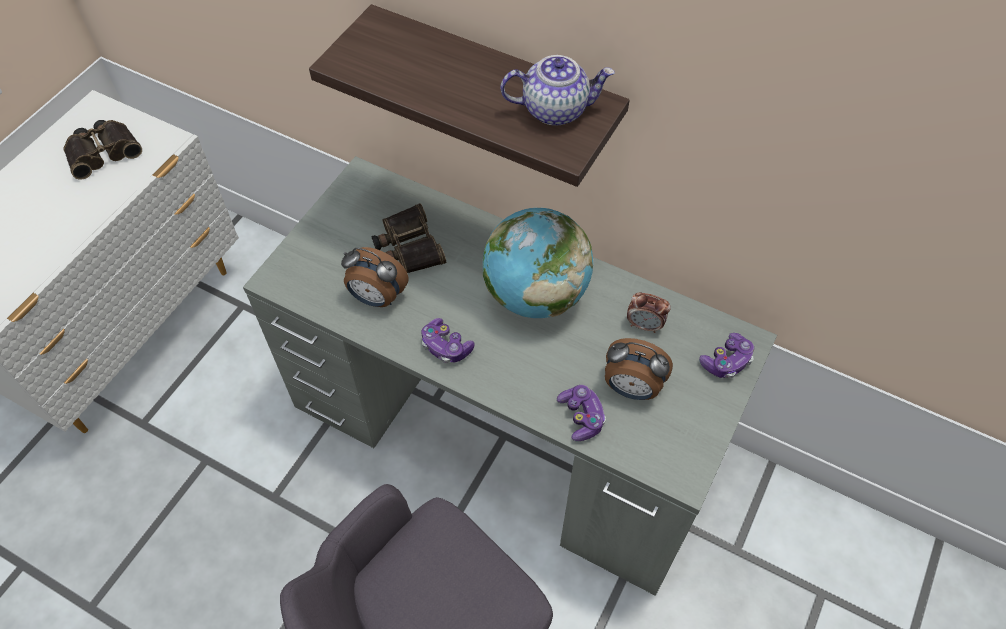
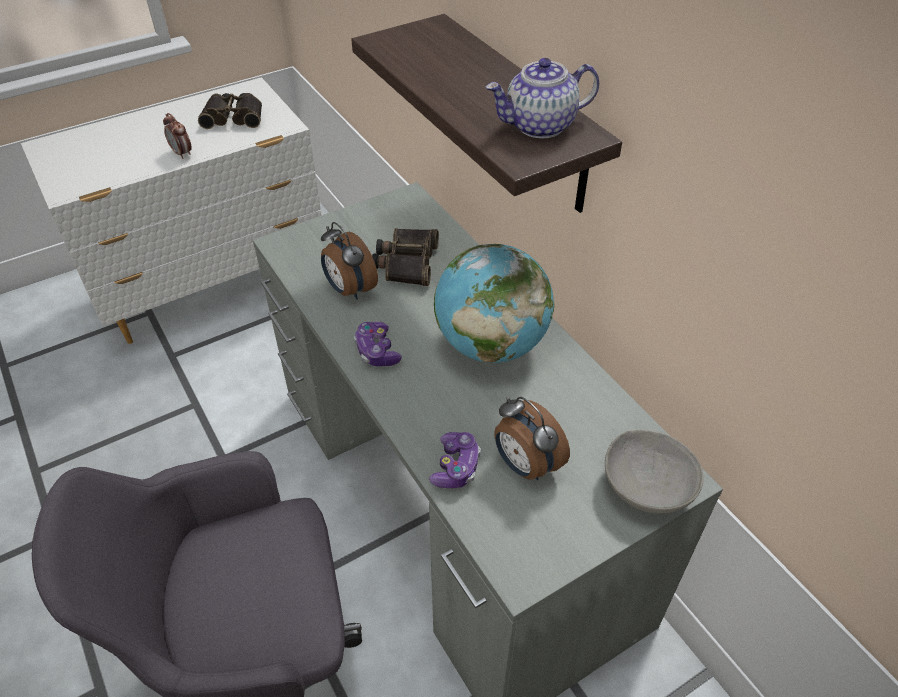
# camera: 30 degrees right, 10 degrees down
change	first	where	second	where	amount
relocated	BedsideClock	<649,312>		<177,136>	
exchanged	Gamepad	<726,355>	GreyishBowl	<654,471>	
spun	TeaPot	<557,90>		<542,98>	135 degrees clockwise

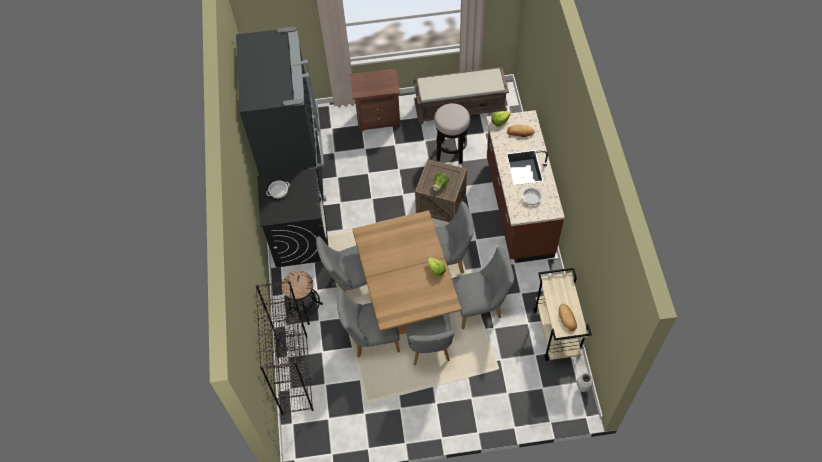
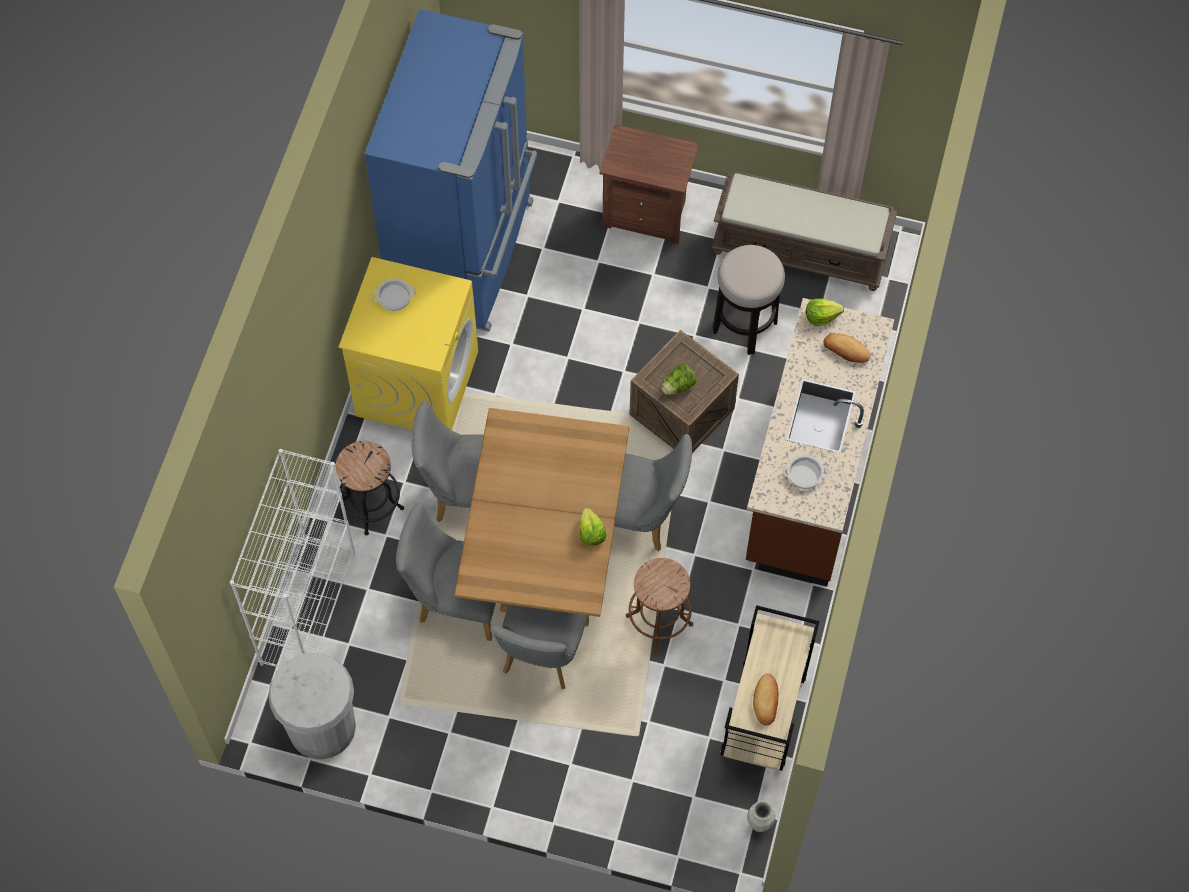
# camera: 20 degrees right, 5 degrees up
change	first	where	second	where	amount
appeared			WhiteColouredWasteBin	<312,705>	
exchanged	GreyishUprightChair	<483,288>	BrownColouredStool	<659,605>	
colour	BlackishFridge	<281,113>	BlueFridge	<451,170>	
colour	BlackishBookcase	<284,348>	WhiteColouredBookcase	<292,558>	
colour	BlackishLaundryAppliance	<292,218>	YellowLaundryAppliance	<408,343>	

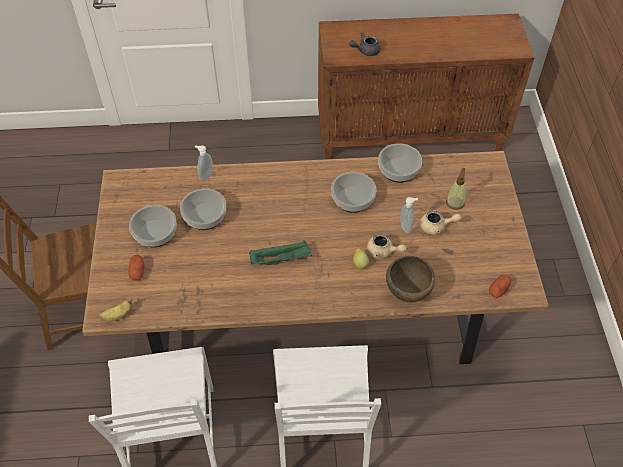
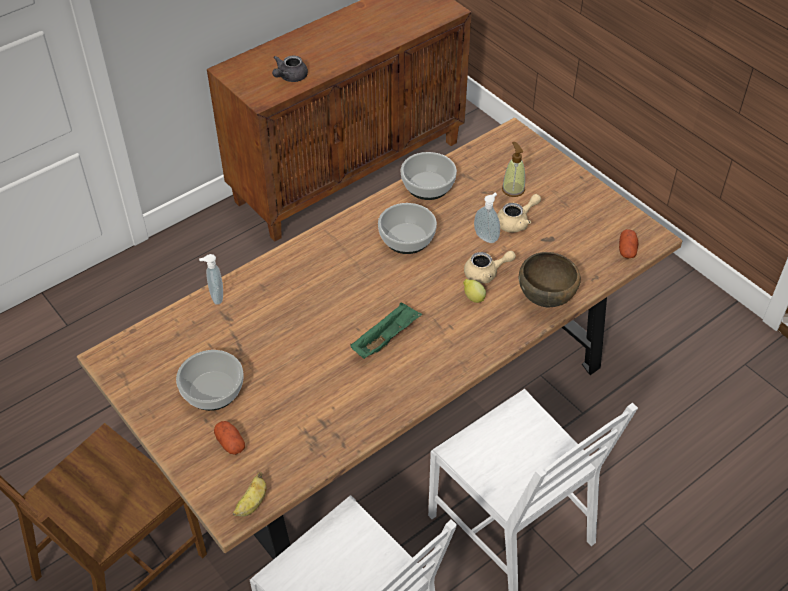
# camera: 35 degrees left, 5 degrees down
change	first	where	second	where	amount
missing	Bowl	<203,209>			

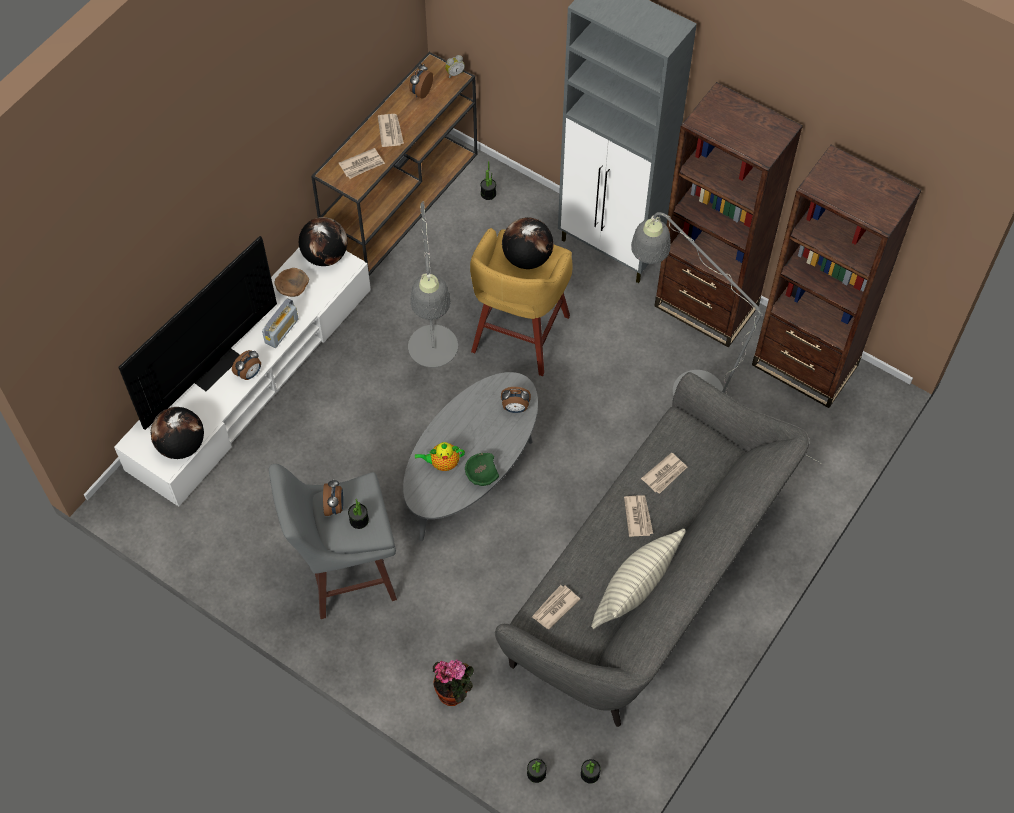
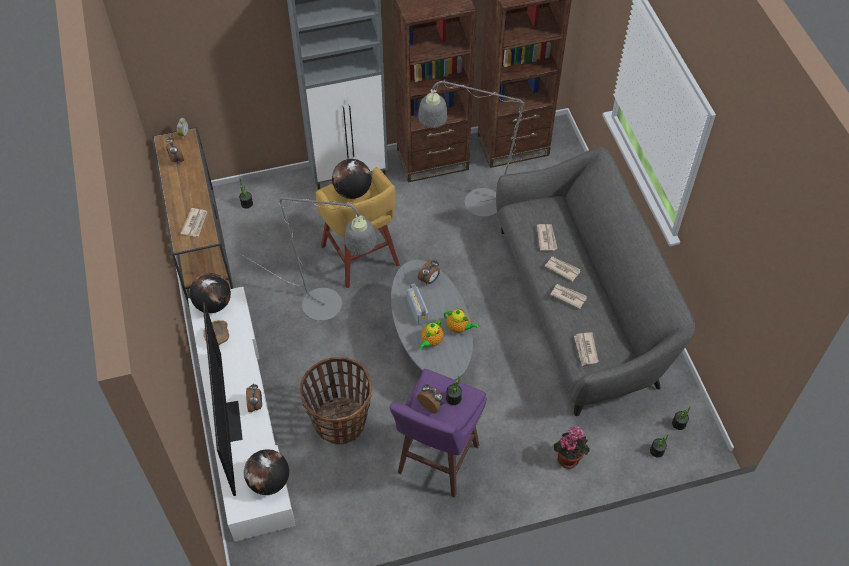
# camera: 50 degrees left, 5 degrees down
change	first	where	second	where	amount
missing	Pillow	<638,579>			
appeared			HouseholdBasket	<336,400>	
relocated	RadioSet	<280,323>		<417,304>	
relocated	PrintedPaper	<391,130>		<568,296>	
exchanged	GreenColouredBowl	<482,469>	TeaPot	<461,321>	
colour	GreyishStool	<333,541>	PurpleColouredStool	<438,433>	

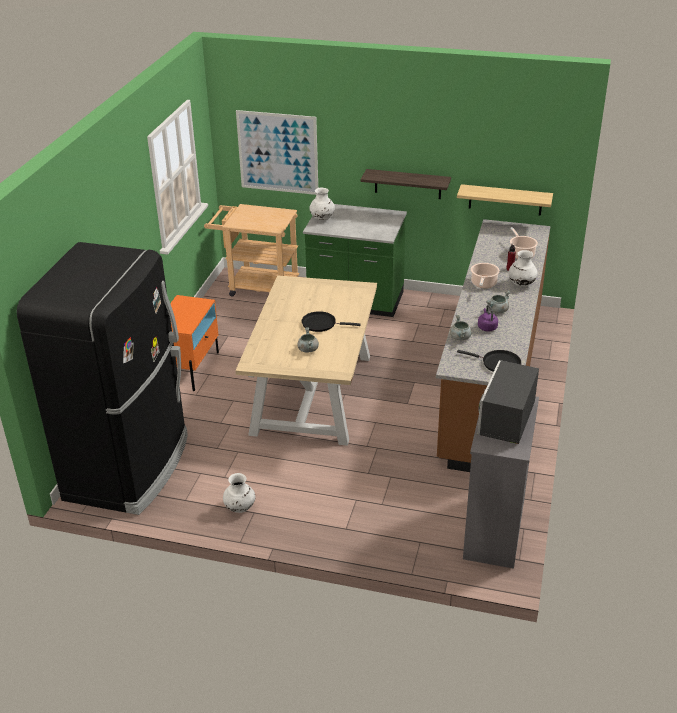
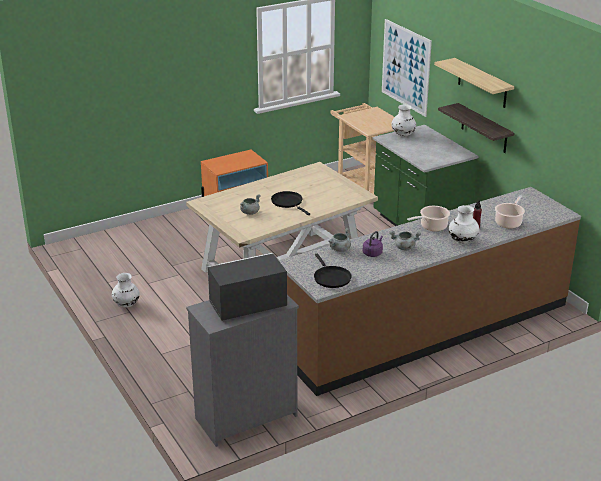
# camera: 45 degrees right, 5 degrees down
change	first	where	second	where	amount
missing	BlackishFridge	<102,378>			
relocated	WallShelf	<505,200>		<474,83>	

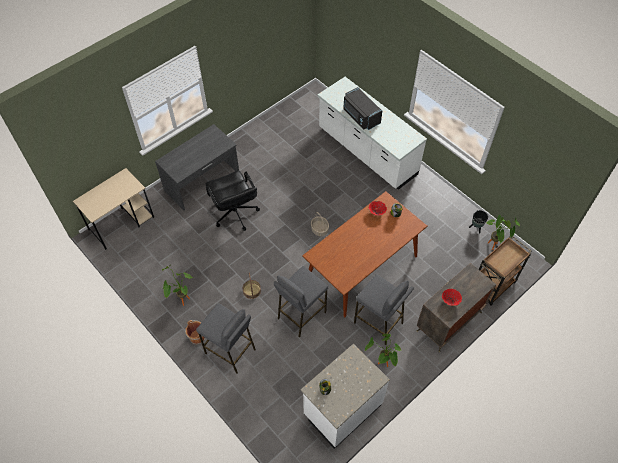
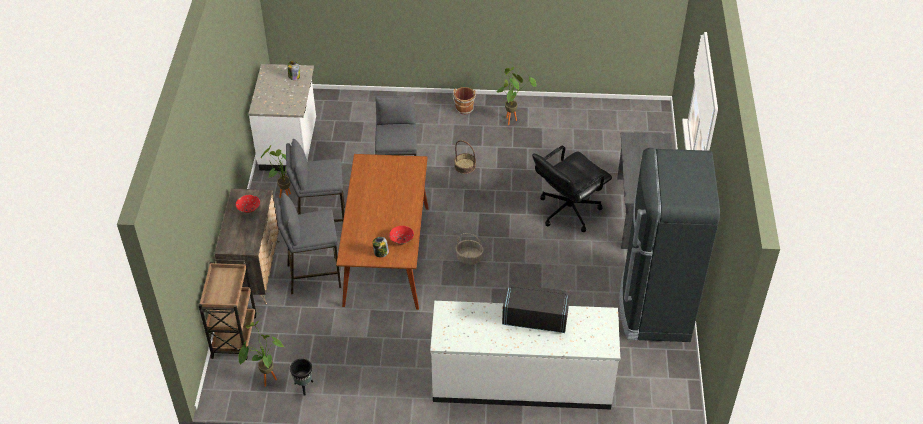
# camera: 135 degrees right, 10 degrees down
change	first	where	second	where	amount
missing	BeigeColouredDeskTable	<113,209>			
appeared			BlackishFridge	<669,245>	
relocated	GreyishStool	<226,338>		<308,243>	
spun	BlackishDeskChair	<233,201>		<572,189>	60 degrees counterclockwise

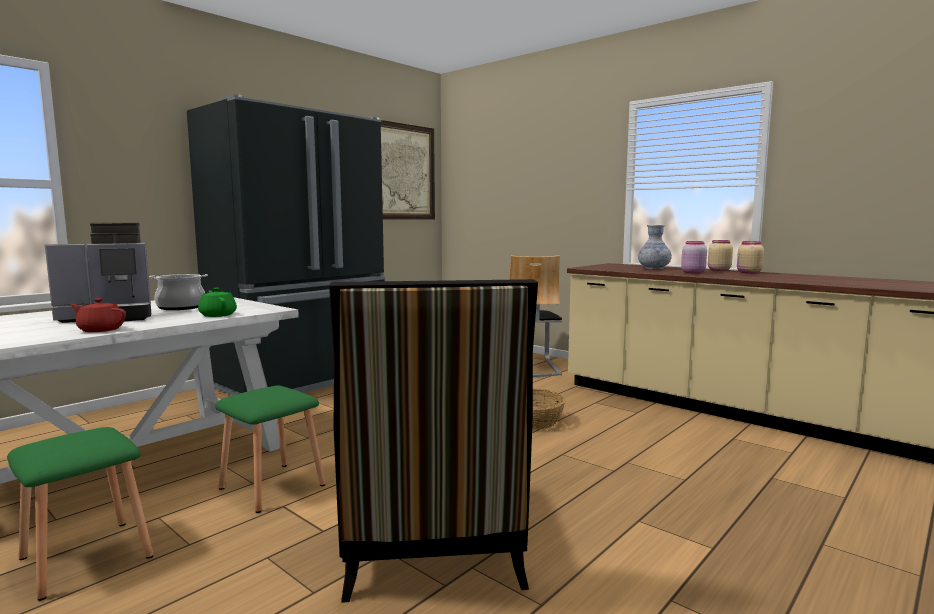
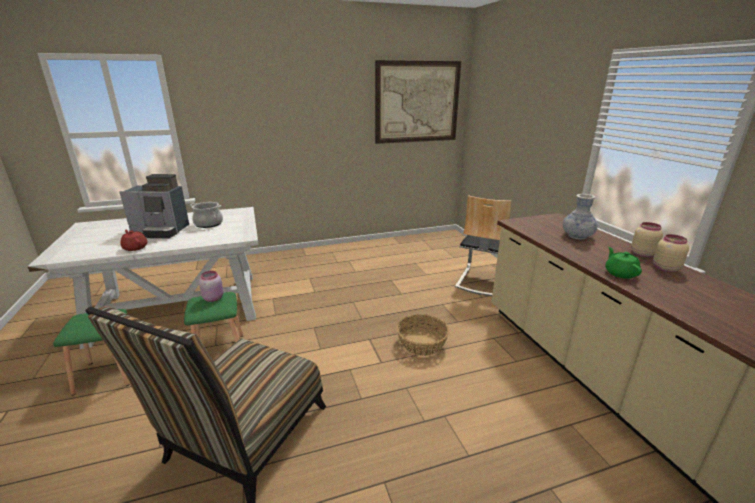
# camera: 30 degrees right, 15 degrees up
change	first	where	second	where	amount
missing	BlackishFridge	<286,245>			
relocated	GreenColouredTeaPot	<217,302>		<623,263>	
relocated	PinkColouredStorageJar	<694,257>		<211,286>	

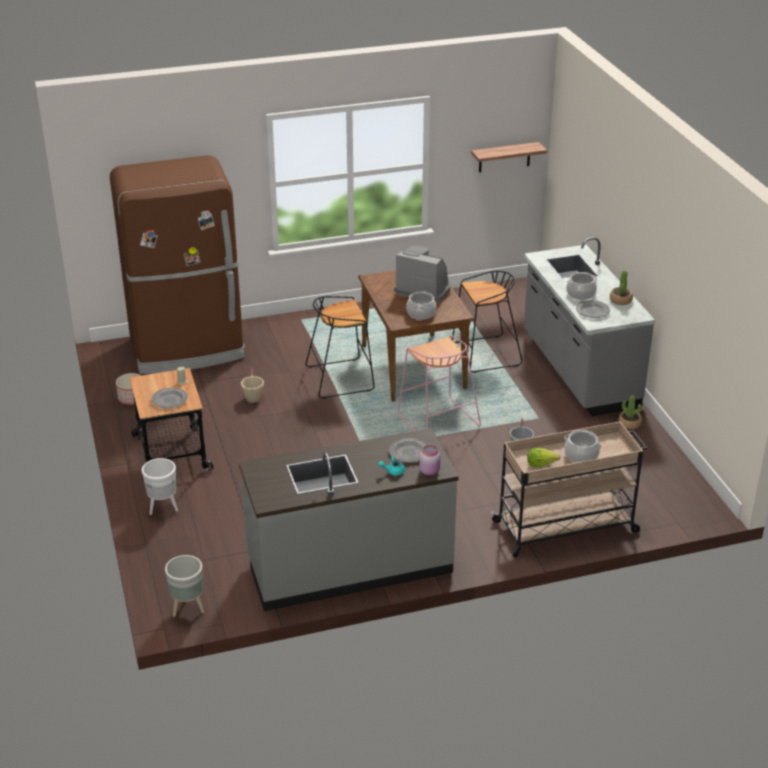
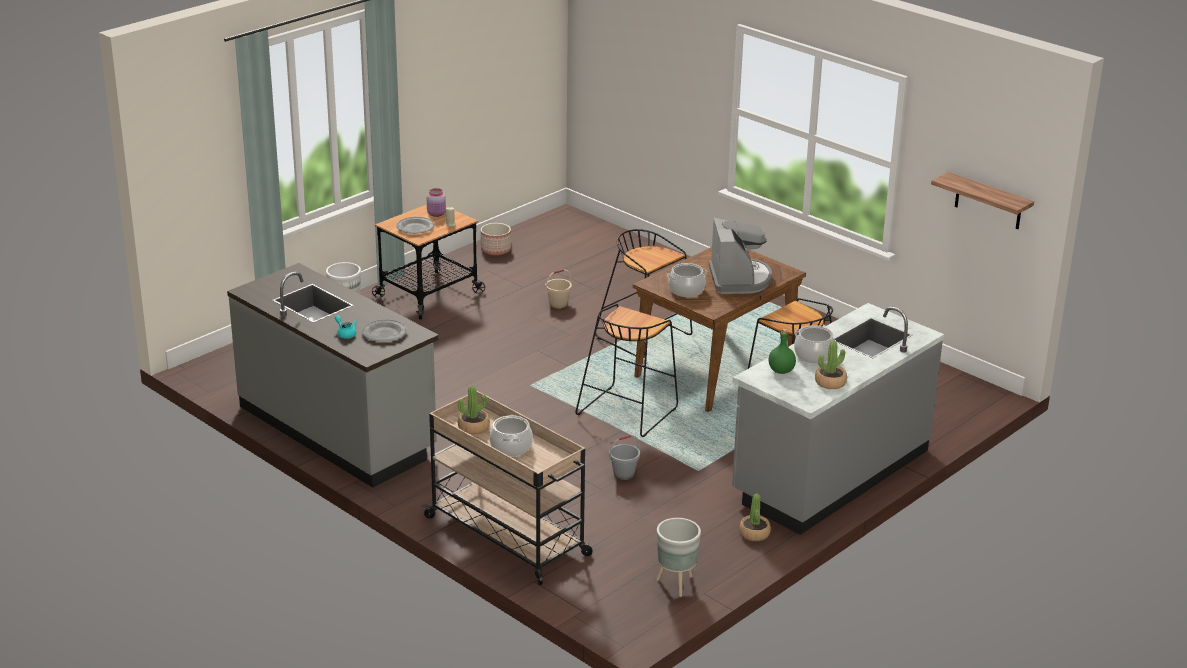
# camera: 60 degrees right, 5 degrees down
change	first	where	second	where	amount
missing	BrownColouredFridge	<177,264>			
relocated	GreyishPlanter	<184,586>		<678,557>	
relocated	PinkColouredStorageJar	<429,460>		<436,202>	
exchanged	HeadOfLettuce	<543,457>	PottedPlant	<473,410>	
exchanged	GreyishPlate	<593,309>	GreenColouredBeverageBottle	<782,351>	
colour	PinkColouredStool	<439,383>	BlackishStool	<626,370>	

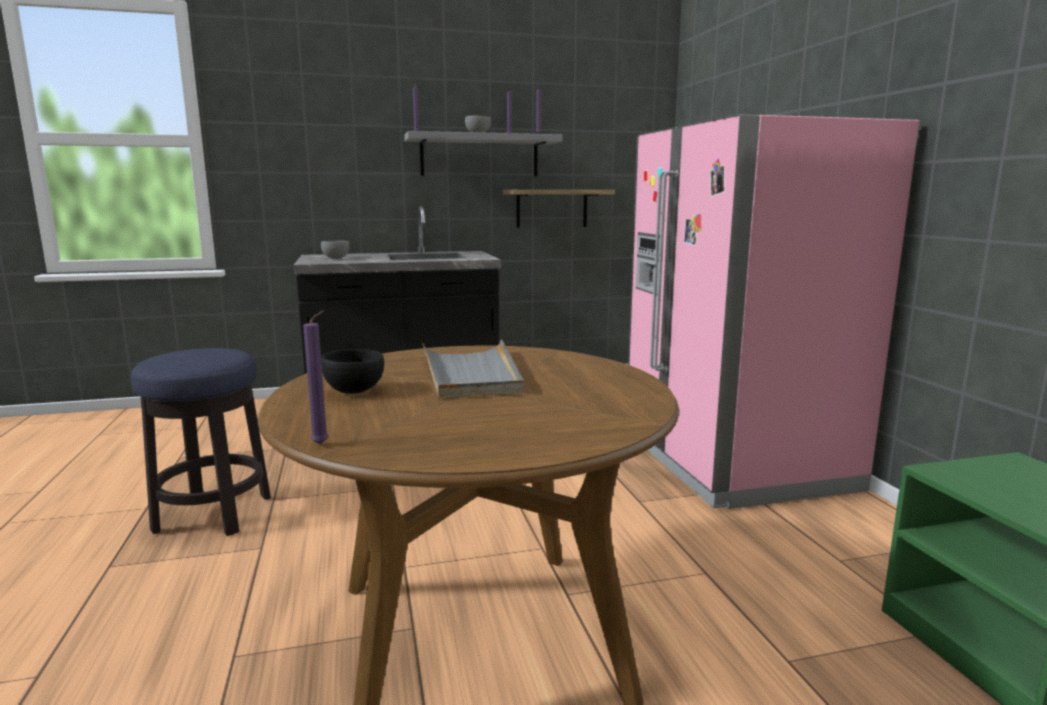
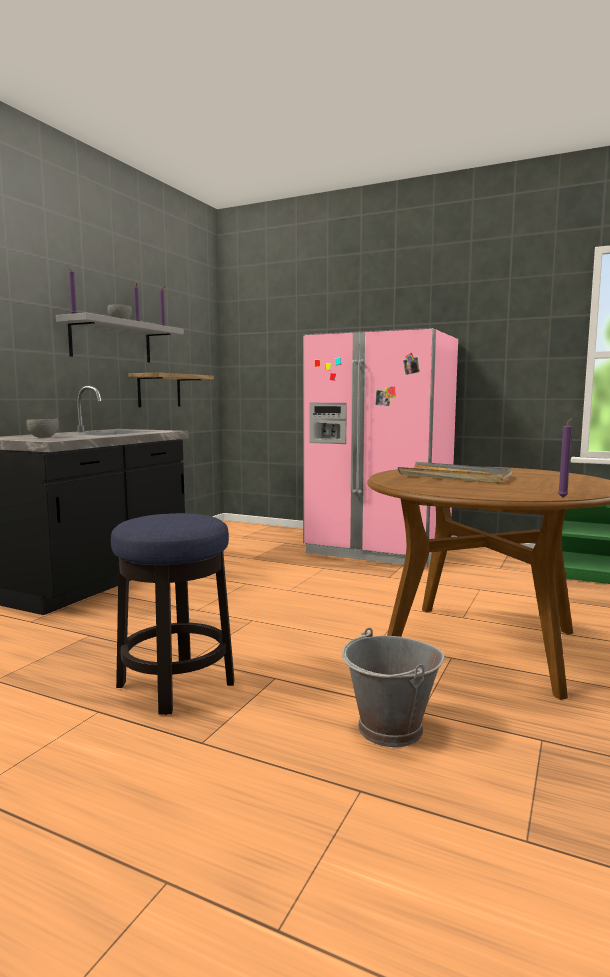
# camera: 50 degrees left, 5 degrees down
change	first	where	second	where	amount
missing	BlackishBowl	<352,371>			
appeared			GreyishWaterBucket	<393,687>	

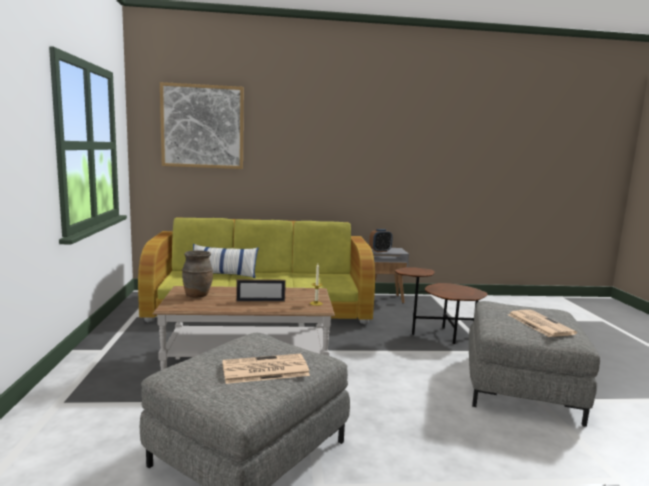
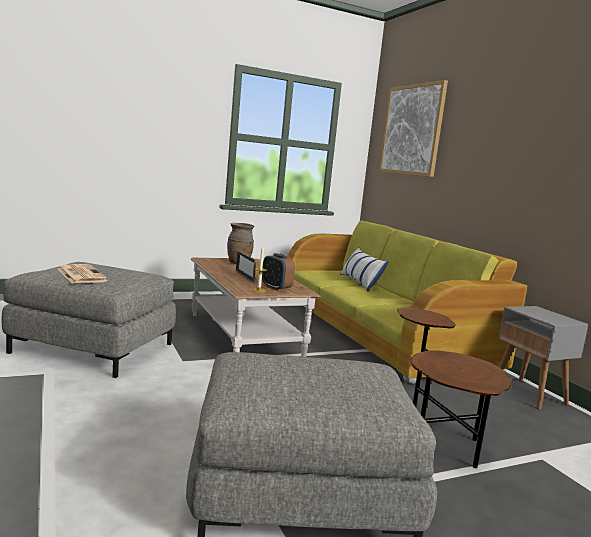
# camera: 70 degrees right, 0 degrees up
change	first	where	second	where	amount
missing	PrintedPaper	<542,323>			
relocated	BedsideClock	<381,240>		<278,272>	

